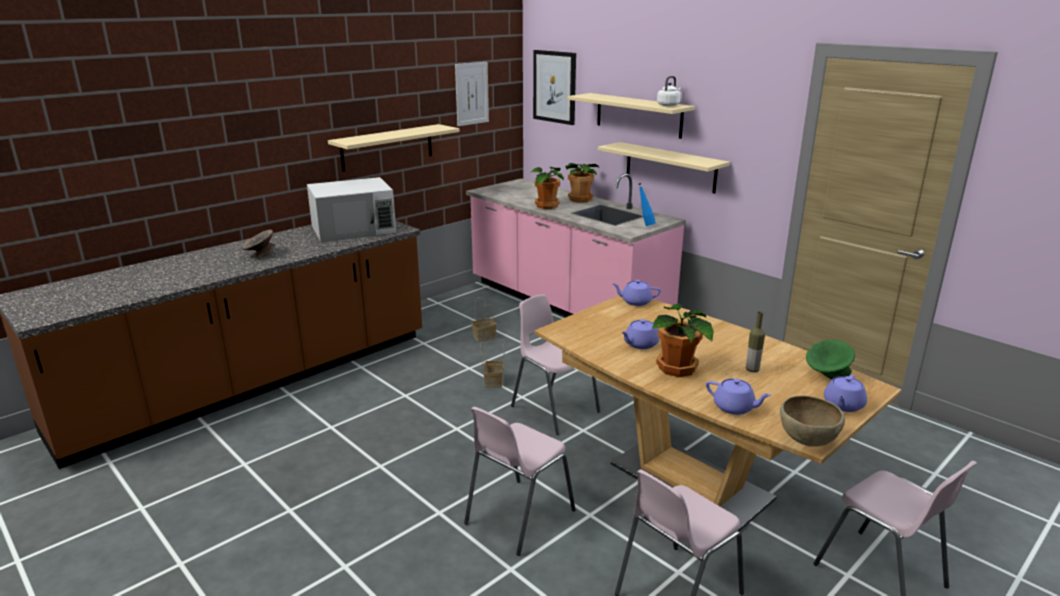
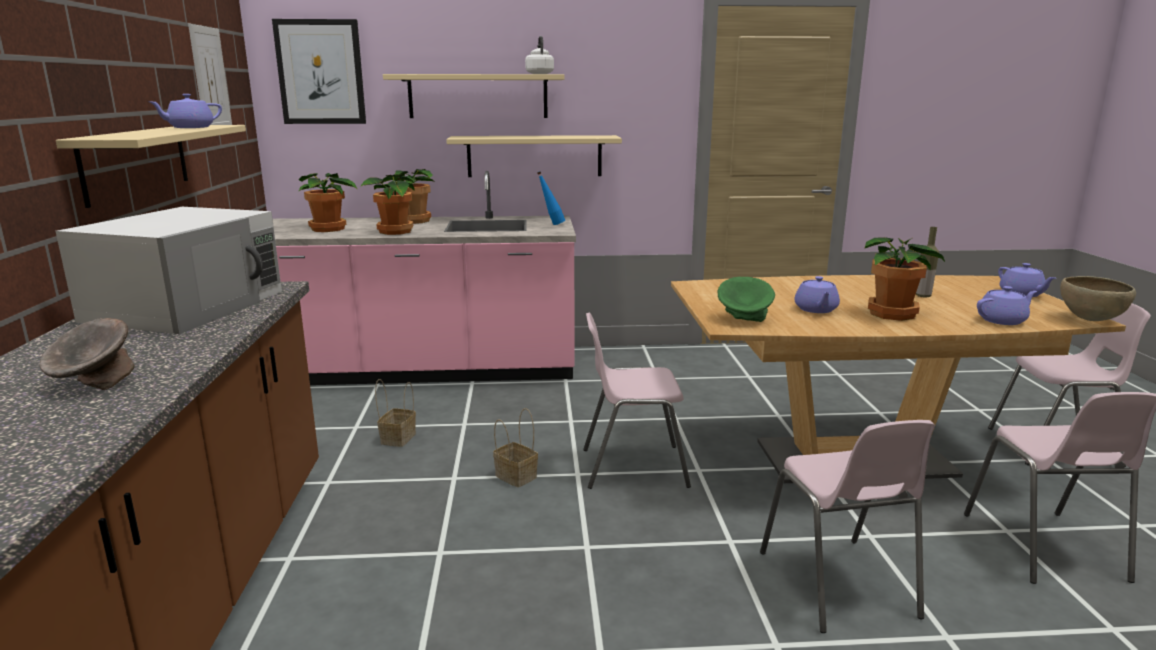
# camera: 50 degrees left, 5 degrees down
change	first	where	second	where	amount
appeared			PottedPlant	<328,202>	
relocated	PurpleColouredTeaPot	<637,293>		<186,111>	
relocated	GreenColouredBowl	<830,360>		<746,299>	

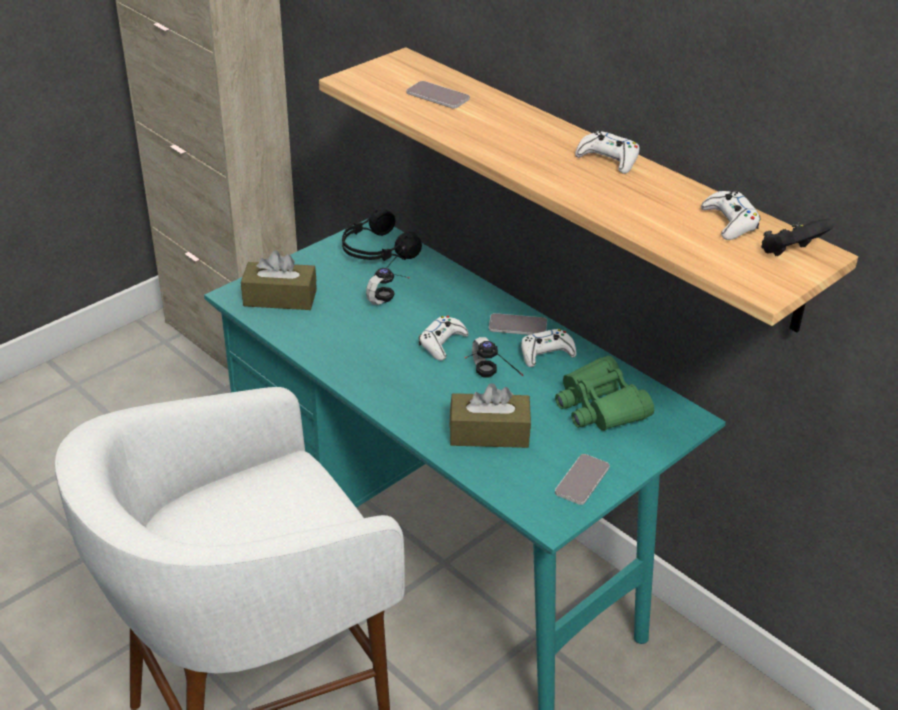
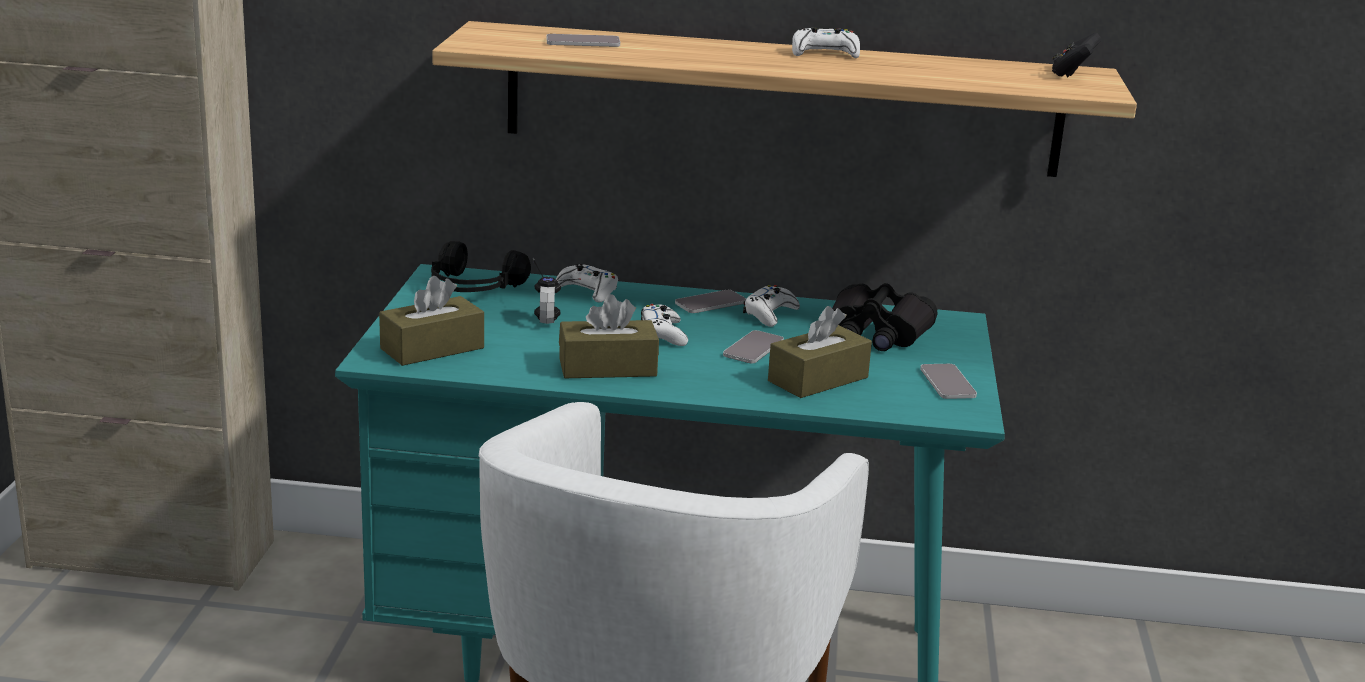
# camera: 40 degrees left, 15 degrees down
change	first	where	second	where	amount
appeared			BrownColouredBoxOfTissues	<609,336>	
relocated	WhiteColouredGamepad	<730,215>		<587,283>	
exchanged	Headset	<494,357>	Phone	<753,346>	
colour	GreenColouredPairOfBinoculars	<604,393>	BlackishPairOfBinoculars	<885,317>	

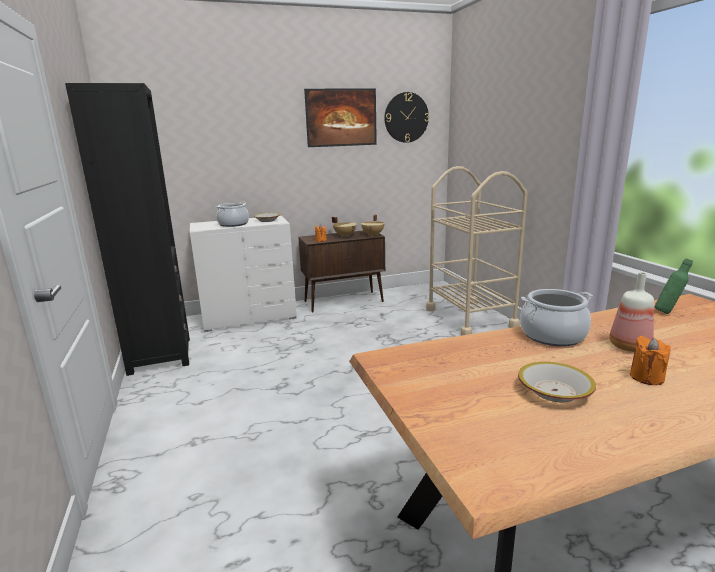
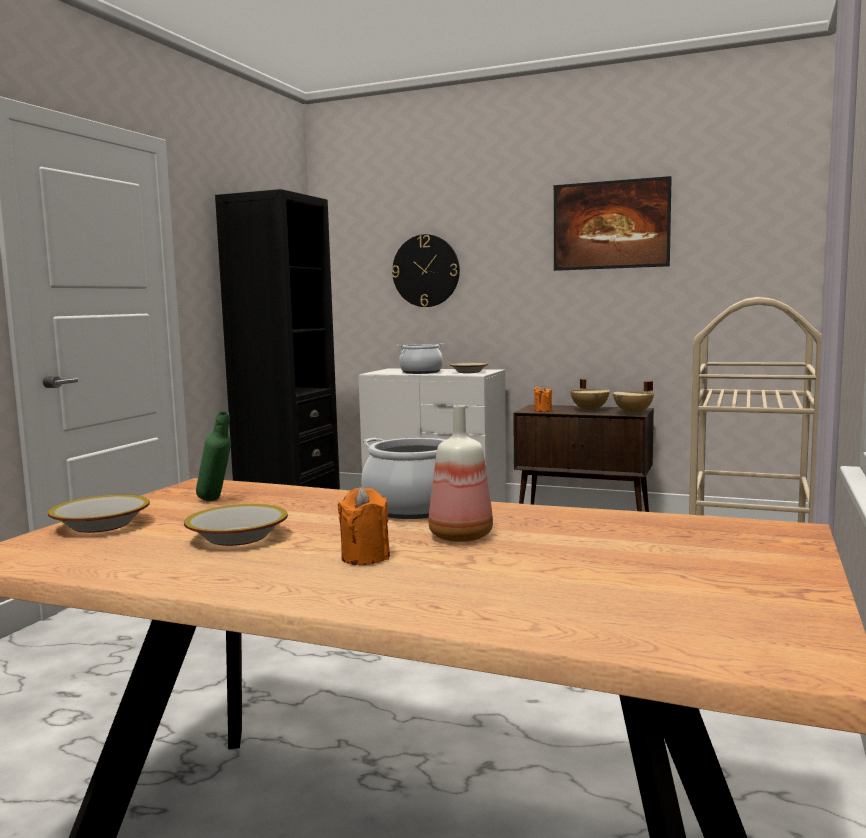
# camera: 40 degrees right, 10 degrees down
change	first	where	second	where	amount
appeared			Bowl	<99,514>	
relocated	ClockOnTheWall	<406,117>		<426,270>	
relocated	GreenColouredBeverageBottle	<673,286>		<213,456>	

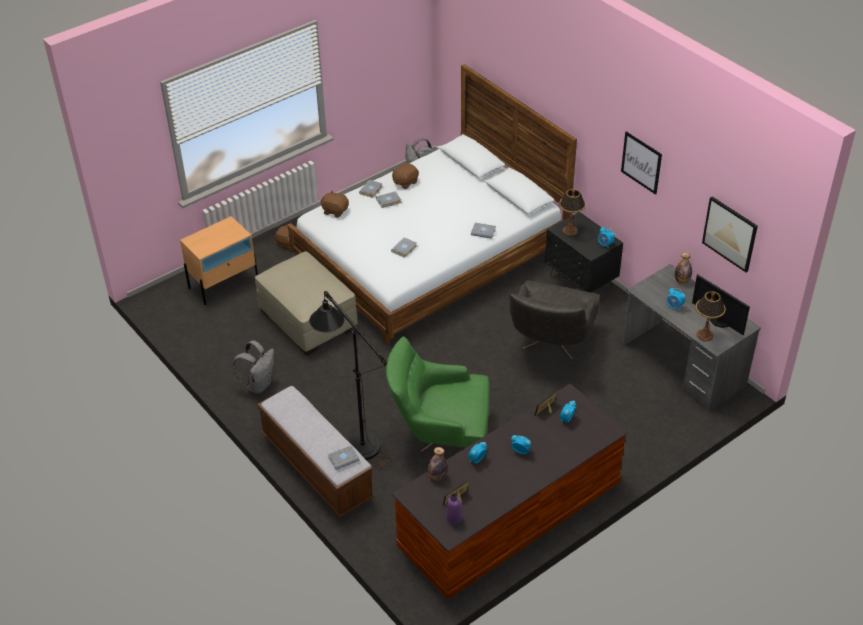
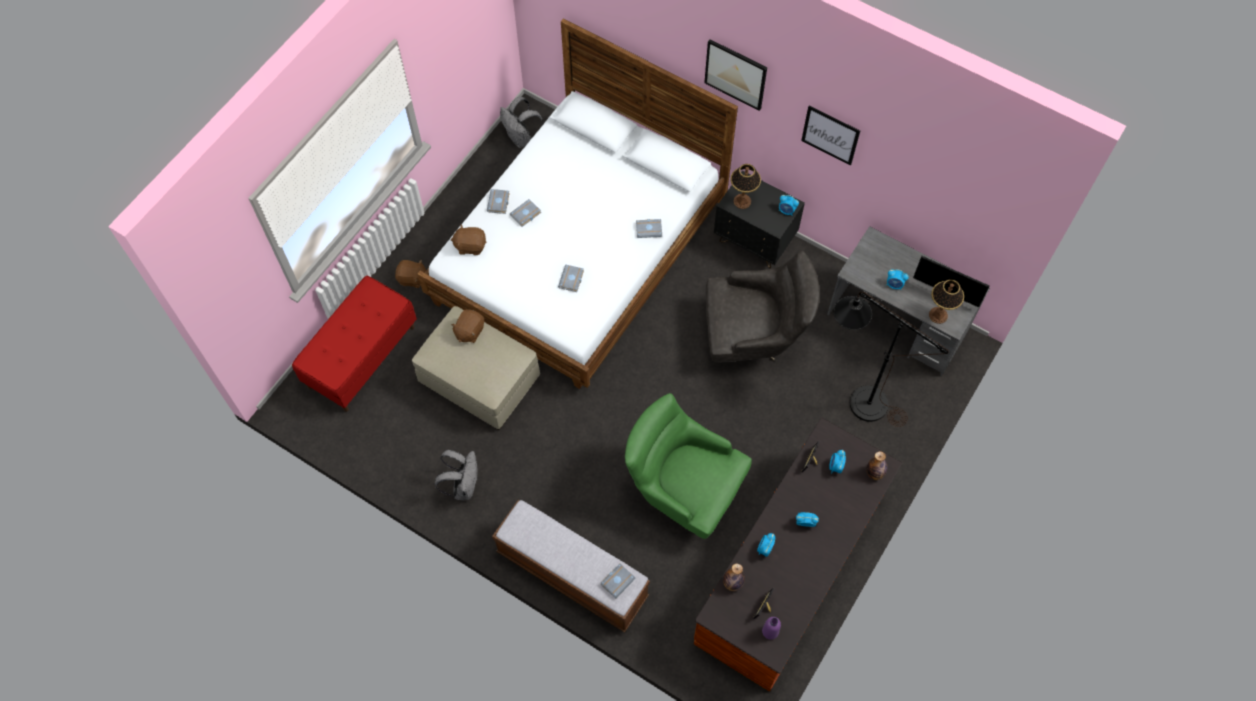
# camera: 20 degrees left, 20 degrees up
change	first	where	second	where	amount
relocated	BlackishStandingLamp	<350,381>		<891,359>	
relocated	BrownColouredSoftToy	<405,176>		<467,326>	
relocated	BeverageBottle	<683,268>		<876,465>	
relocated	Picture	<730,234>		<735,75>	
exchanged	BeigeColouredNightstand	<219,260>	RedLongSeat	<354,344>	
spun	GreenColouredLoungeChair	<438,395>		<688,466>	45 degrees clockwise
spun	GreyishLoungeChair	<554,320>		<763,306>	90 degrees counterclockwise

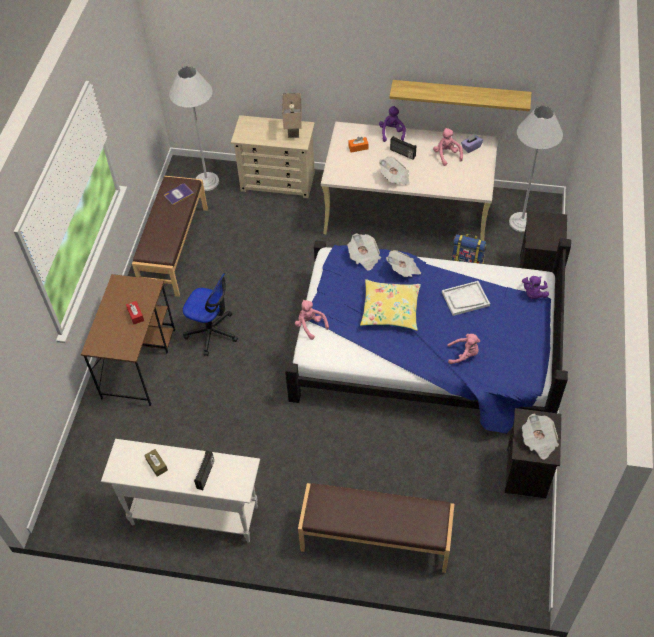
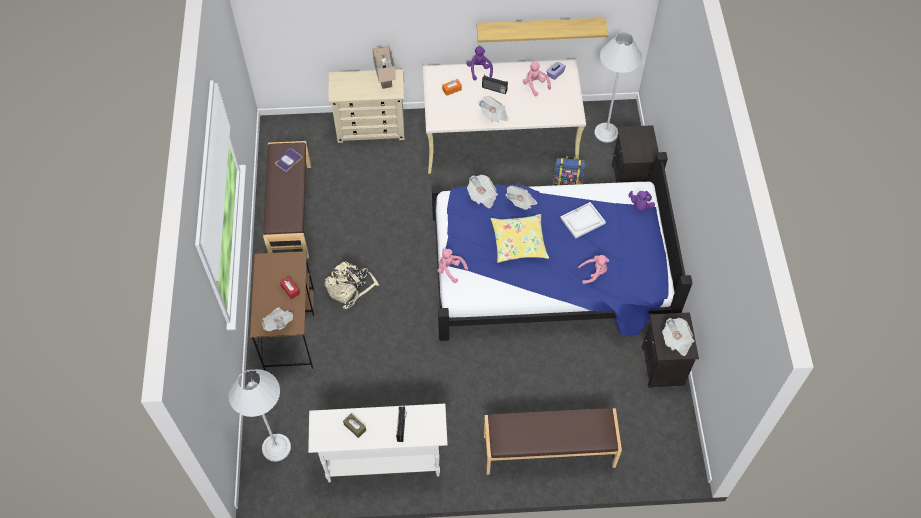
# camera: 15 degrees left, 5 degrees up
change	first	where	second	where	amount
appeared			PrintedPaper	<277,319>	
relocated	WhiteColouredStandingLamp	<194,128>		<259,415>	
exchanged	DeskChair	<210,314>	BeigeColouredBackpack	<351,285>	

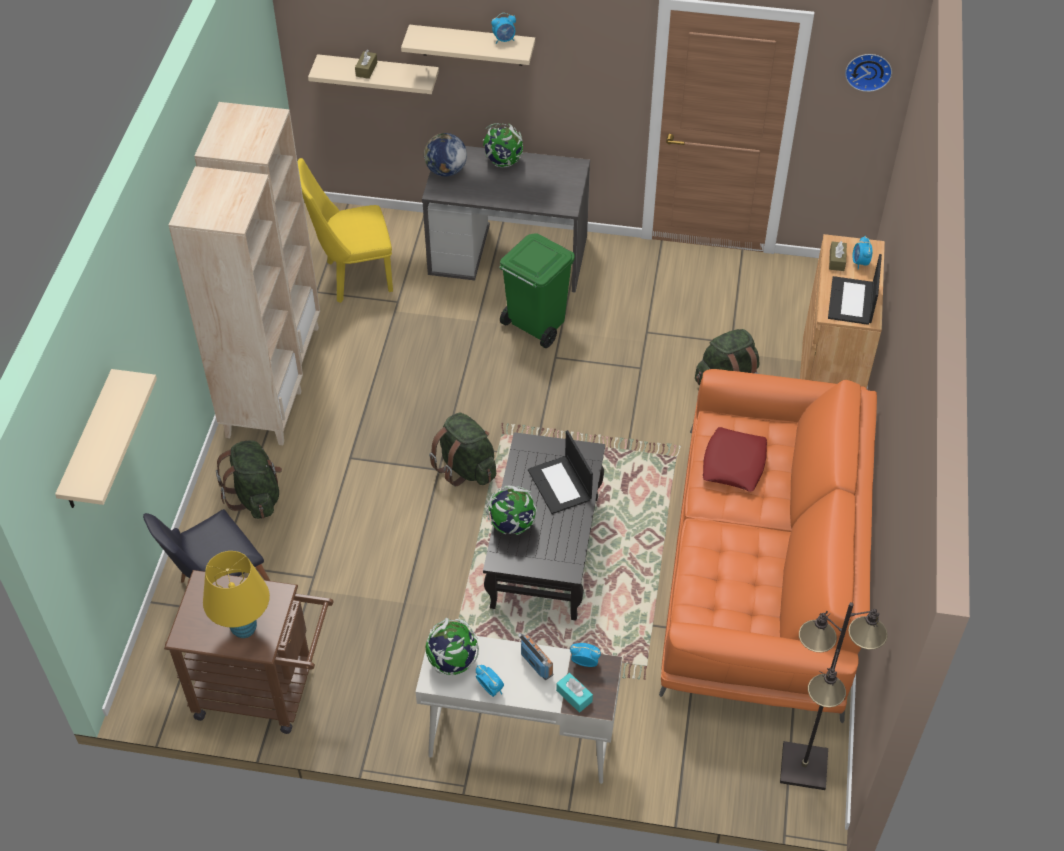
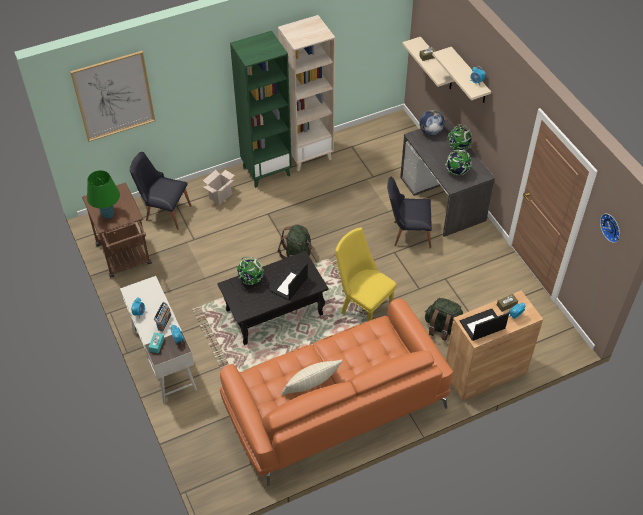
# camera: 55 degrees right, 0 degrees up
change	first	where	second	where	amount
missing	RedPillow	<735,459>			
missing	BlackishStandingLamp	<834,696>			
appeared			BeigeColouredPillow	<311,377>	
relocated	YellowUprightChair	<345,230>		<366,274>	
relocated	WorldGlobe	<452,646>		<458,163>	
exchanged	BeigeColouredWallShelf	<106,438>	Picture	<112,96>	
exchanged	GreenColouredBackpack	<249,480>	CardboardBox	<219,187>	
exchanged	GreenColouredWasteBin	<537,290>	BlackishUprightChair	<409,213>	
colour	BeigeColouredBookcase	<236,305>	GreenColouredBookcase	<261,109>	
colour	YellowTableLamp	<236,594>	GreenColouredTableLamp	<103,194>	

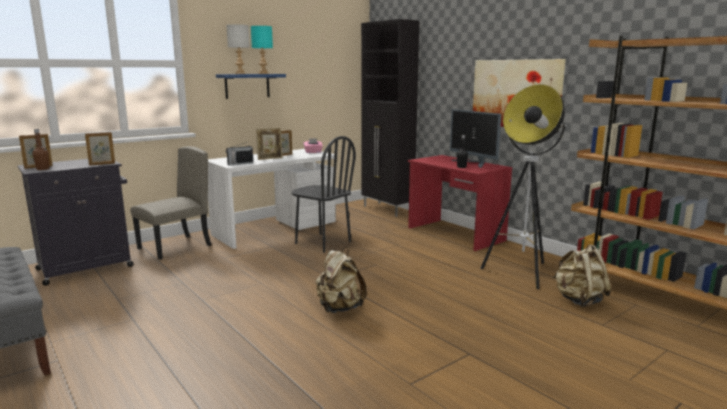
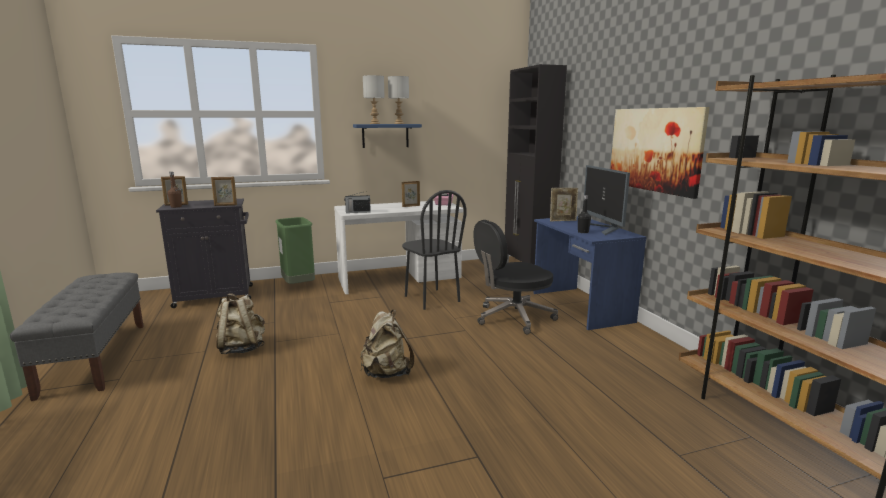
# camera: 20 degrees right, 0 degrees up
change	first	where	second	where	amount
missing	StandingLamp	<523,186>			
appeared			BlackishDeskChair	<515,277>	
relocated	StandingFrame	<269,144>		<564,205>	
relocated	BeigeColouredBackpack	<582,275>		<240,323>	
exchanged	BeigeColouredUprightChair	<170,203>	GreenColouredWasteBin	<295,250>	
colour	TurquoiseColouredTableLamp	<262,50>	GreyishTableLamp	<398,100>	
colour	RedDeskTable	<460,203>	BlueDeskTable	<590,273>	

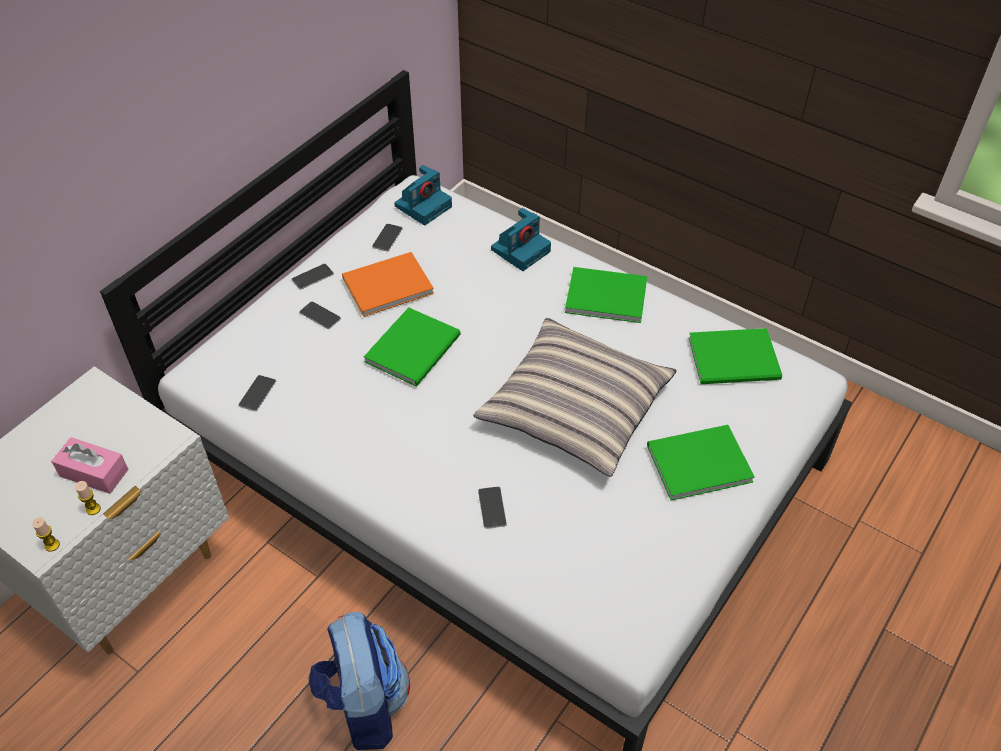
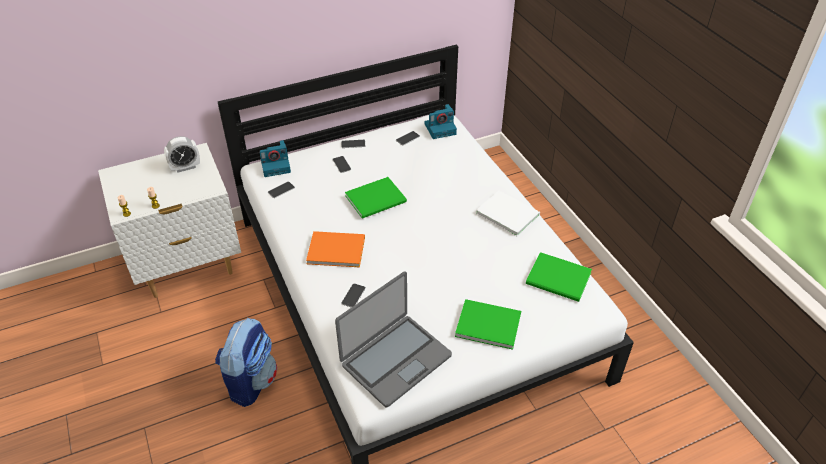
# camera: 30 degrees right, 5 degrees down
change	first	where	second	where	amount
missing	PinkColouredBoxOfTissues	<89,465>			
missing	Pillow	<575,397>			
appeared			BedsideClock	<182,154>	
appeared			Laptop	<393,339>	
relocated	OrangeColouredVolume	<388,284>		<335,249>	
relocated	StillCamera	<521,239>		<275,158>	
colour	GreenColouredVolume	<606,295>	WhiteColouredVolume	<508,213>	

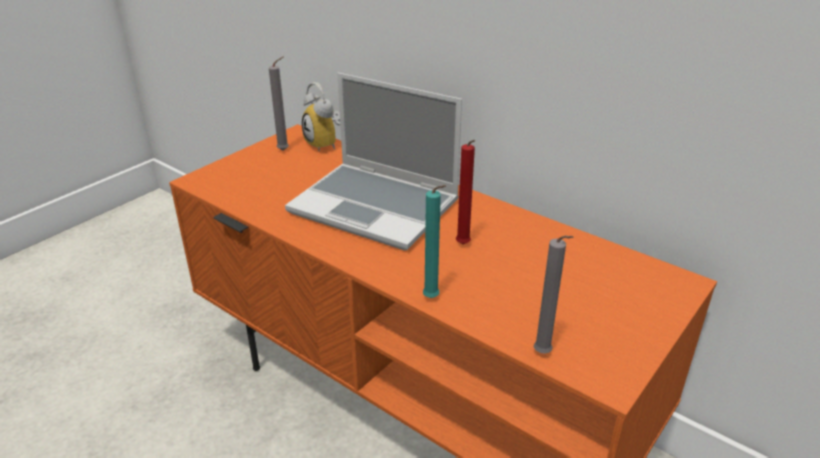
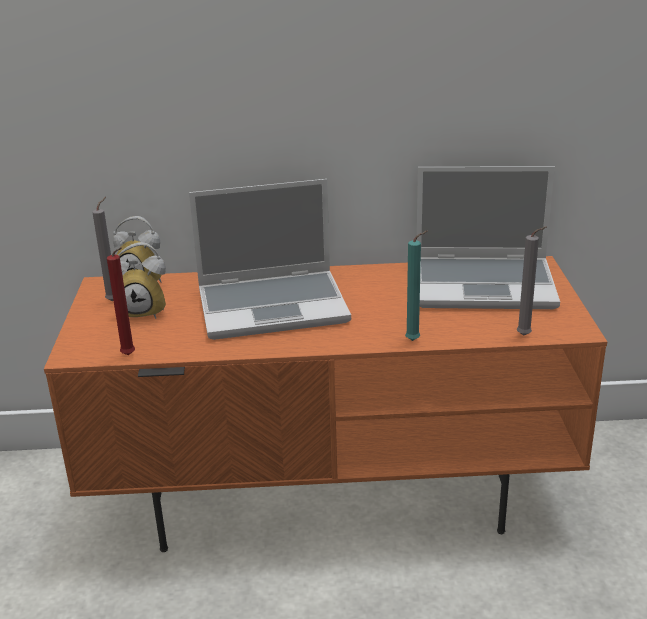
# camera: 40 degrees left, 5 degrees down
change	first	where	second	where	amount
appeared			BedsideClock	<142,280>	
appeared			Laptop	<488,237>	
relocated	RedWaxCandle	<465,192>		<121,301>	

